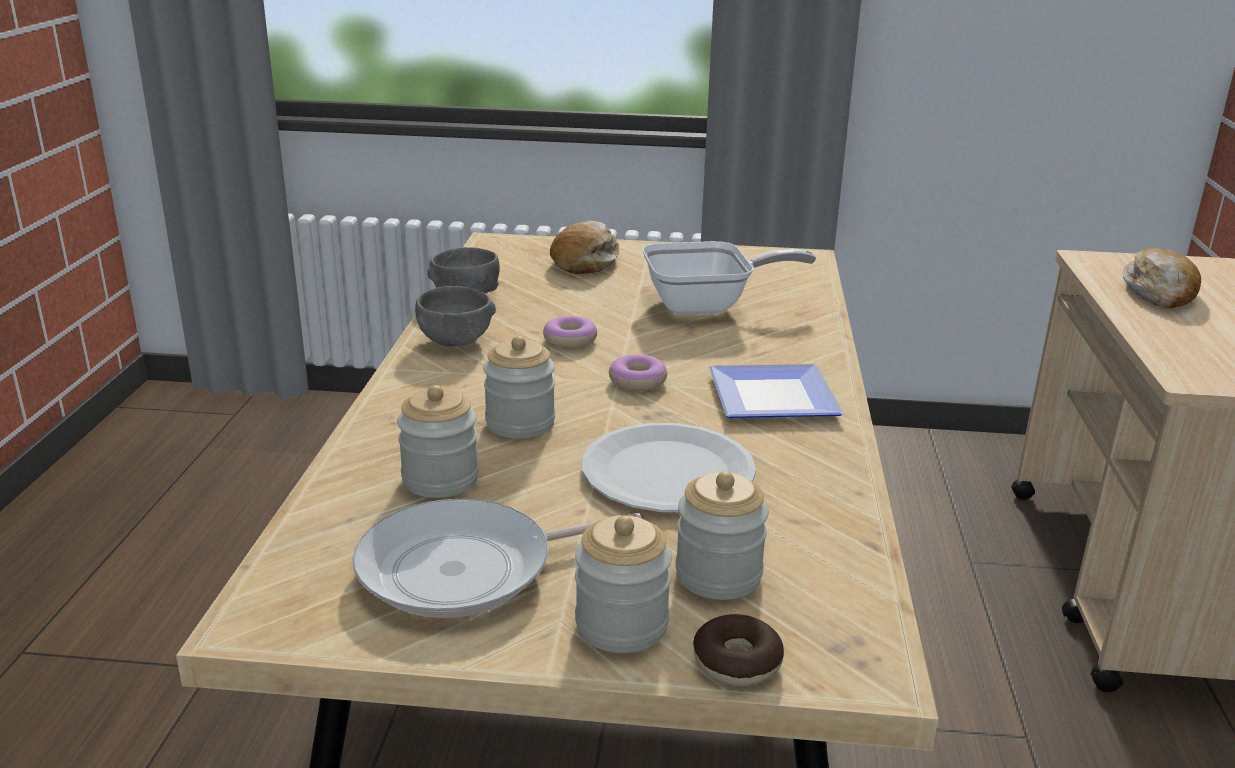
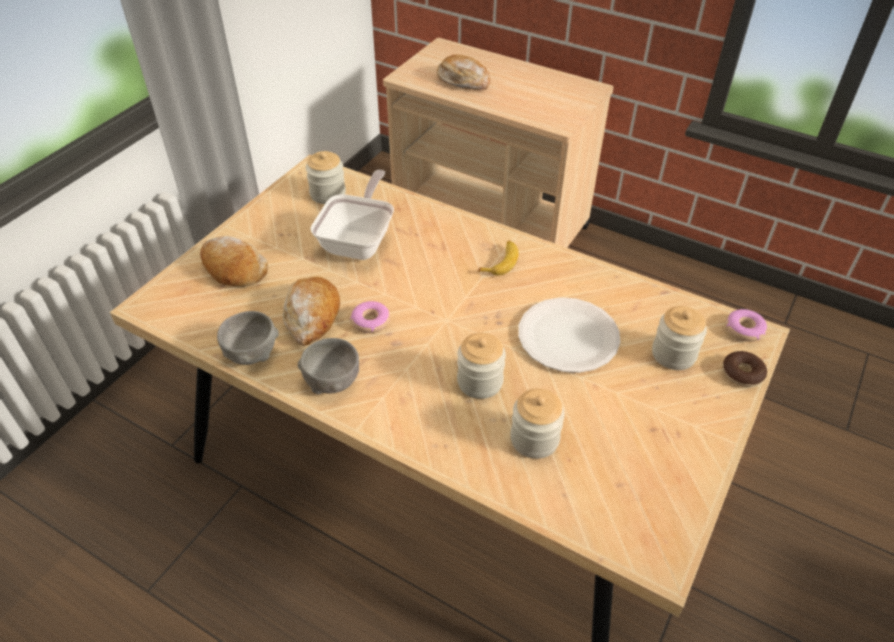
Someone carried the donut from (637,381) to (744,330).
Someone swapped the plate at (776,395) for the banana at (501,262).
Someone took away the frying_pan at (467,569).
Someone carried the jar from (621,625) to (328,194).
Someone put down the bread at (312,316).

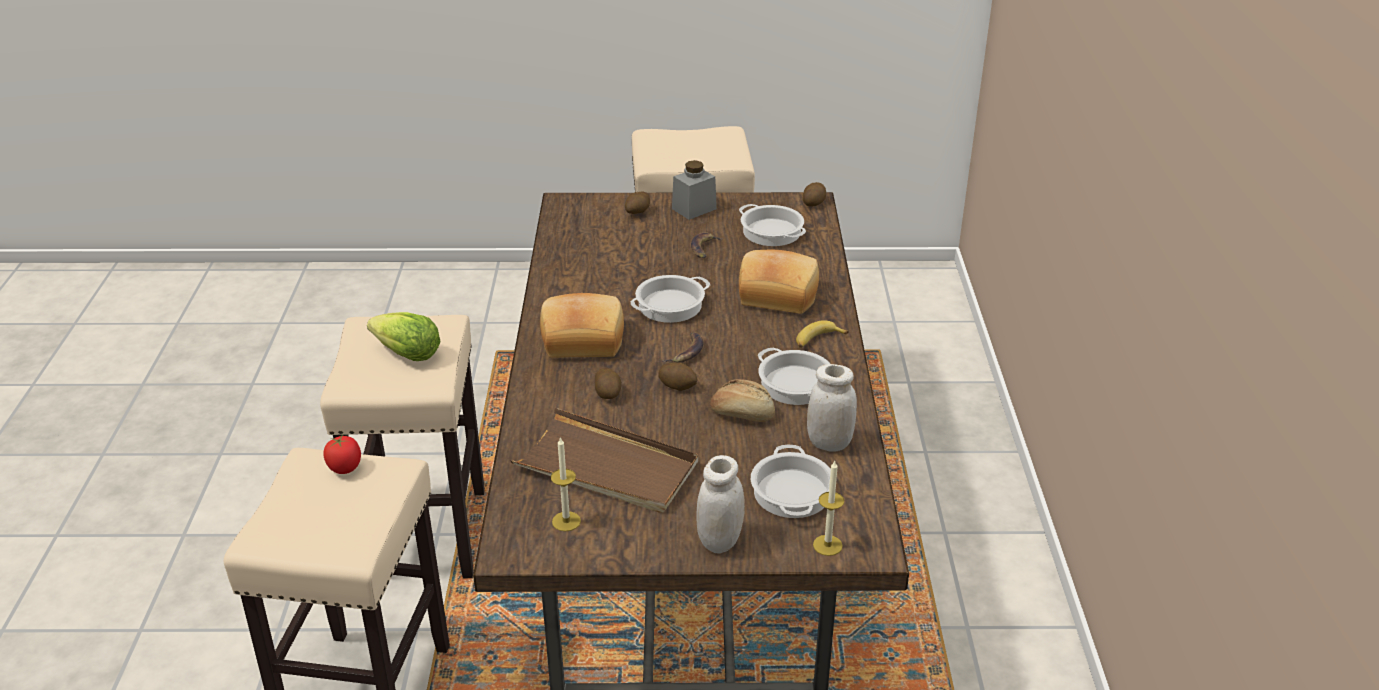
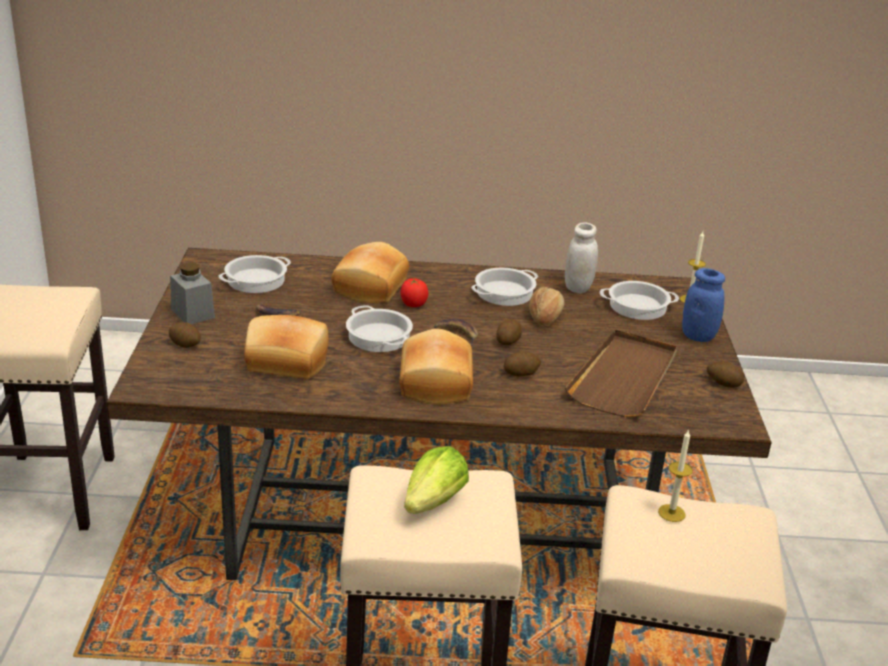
Someone carried the potato from (813,202) to (723,383).
Someone took away the banana at (817,340).
Someone carried the tomato from (345,468) to (413,305).
Someone carried the candle from (566,521) to (671,513).
Someone repainted the white_jar at (720,541), which became the blue_jar at (698,336).
Someone put down the bread at (286,362).

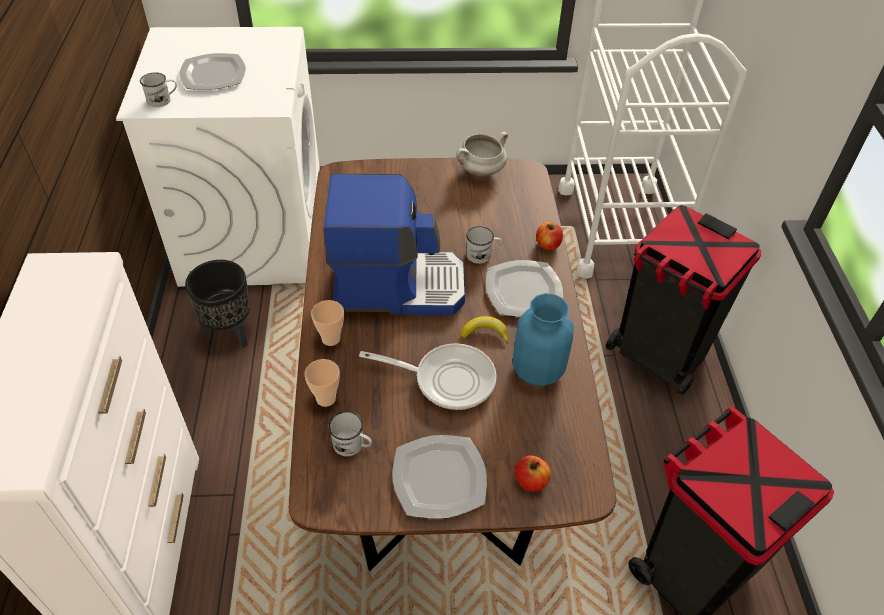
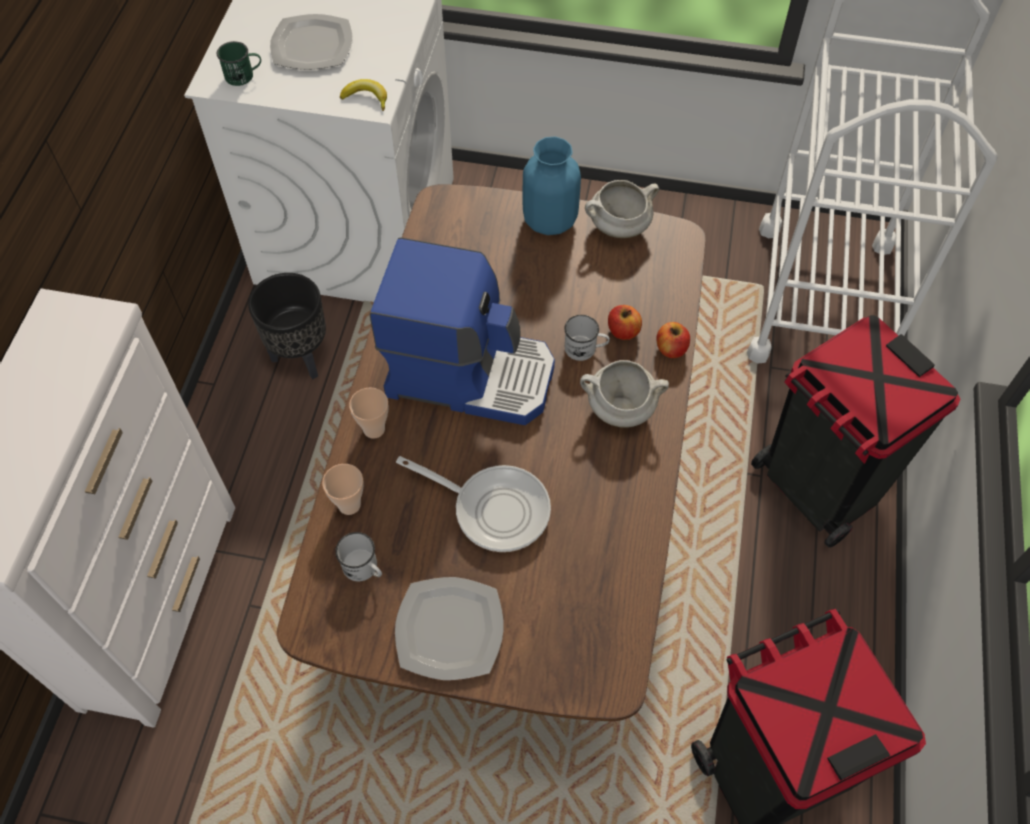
Someone repainted the white_mug at (163,100), which became the green_mug at (244,76).
Someone swapped the plate at (523,291) for the white_cooking_pot at (619,409).
Someone carried the blue_vase from (538,369) to (550,220).
Someone carried the banana from (485,333) to (366,98).
Someone carried the apple from (530,481) to (623,331).

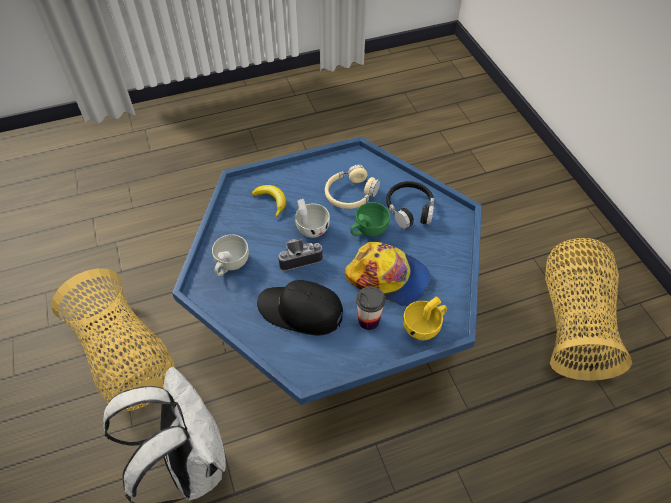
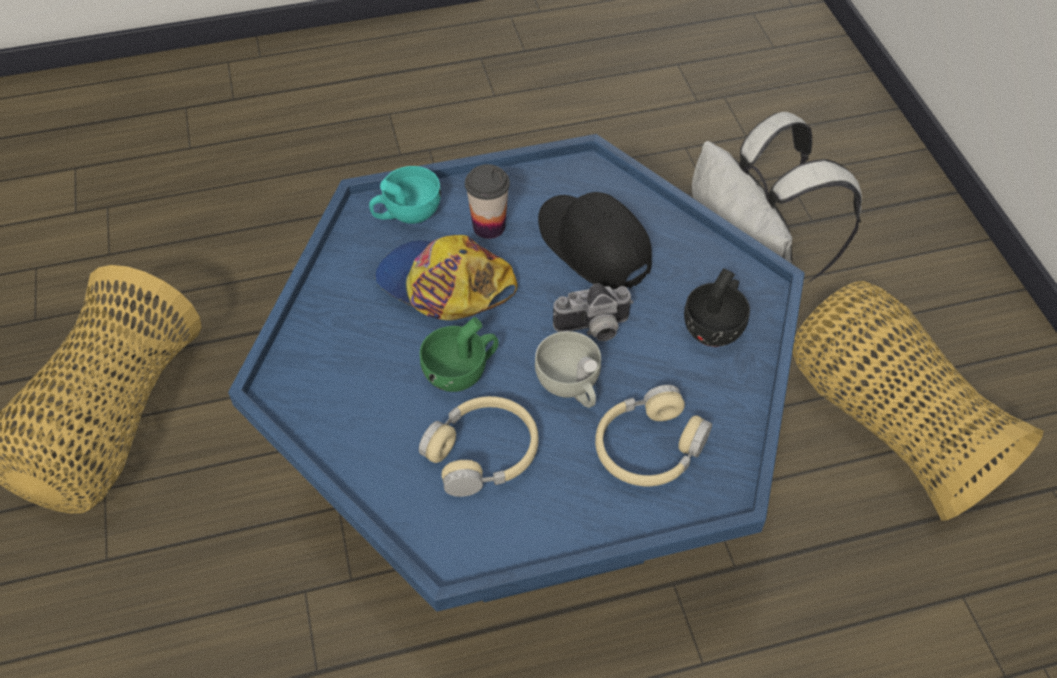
Someone took away the black_headphones at (410,209).
Someone swapped the banana at (271,202) for the beige_headphones at (649,447).
Someone repainted the white_cup at (230,264), which became the black_cup at (716,325).
Someone rotated the black_cap at (300,311) by 150 degrees counterclockwise.
Someone repainted the yellow_cup at (424,326), which became the turquoise_cup at (406,213).

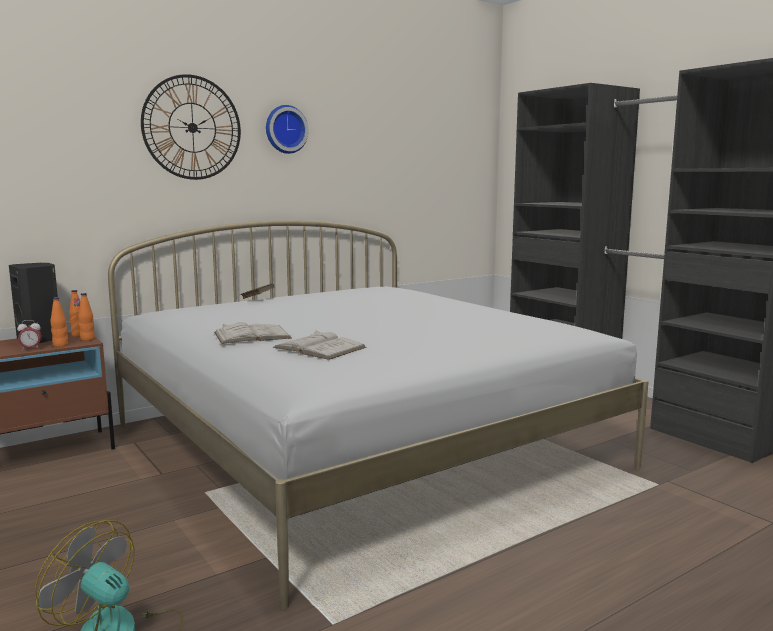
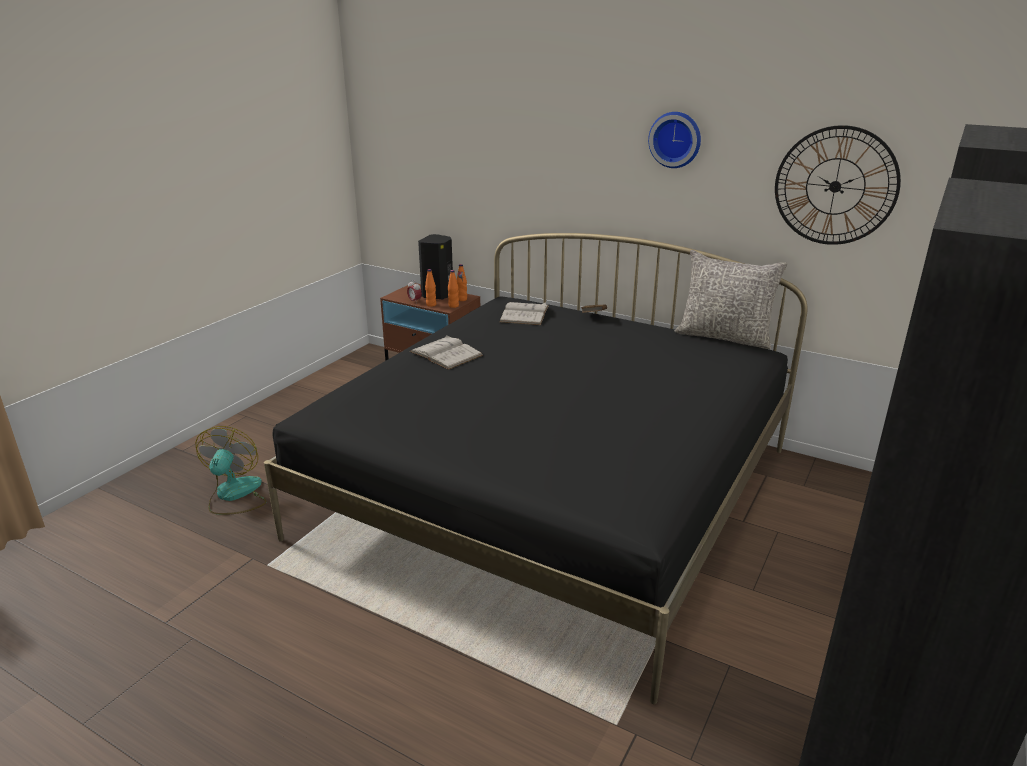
Someone carried the wall_clock from (192,127) to (835,186).
Someone repainted the white_bed at (360,445), which became the black_bed at (552,491).
Someone carried the white_book from (319,347) to (524,314).
Someone put down the grey_pillow at (724,337).

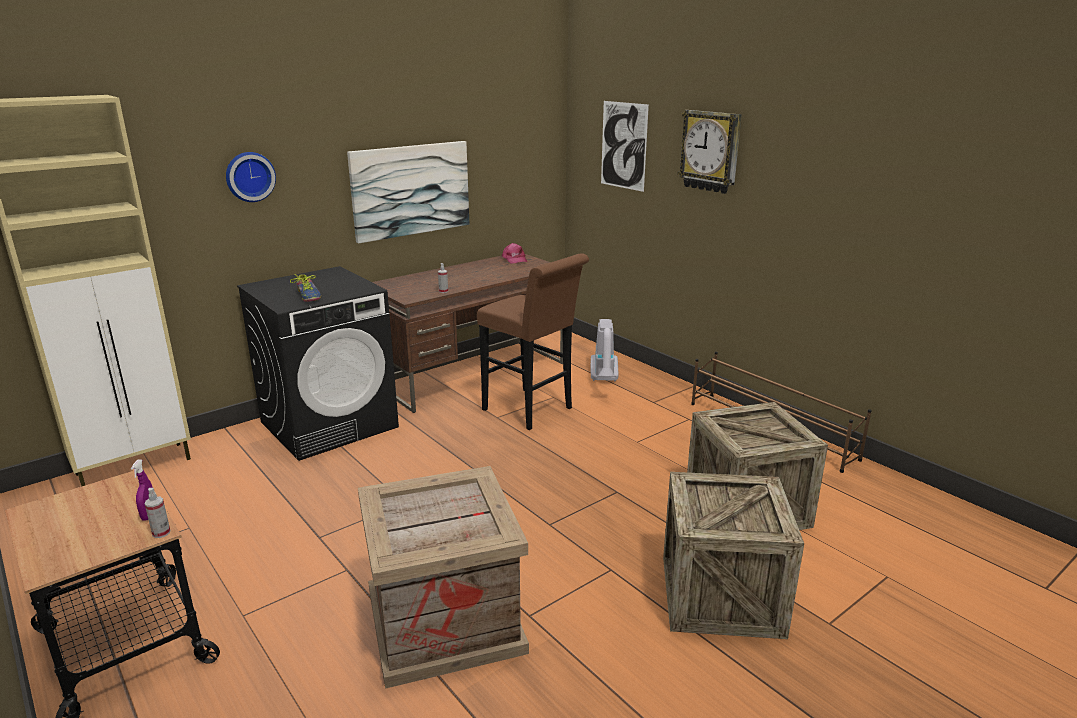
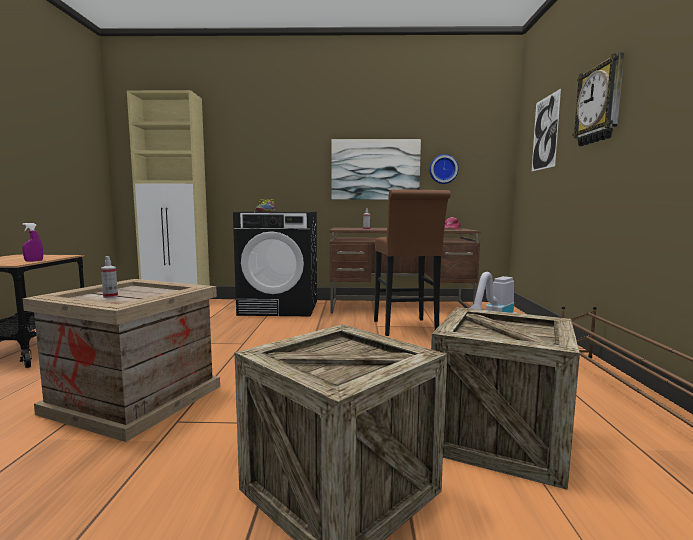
Someone carried the wall_clock from (249,176) to (443,169).
Someone carried the spray_bottle from (161,533) to (110,296).

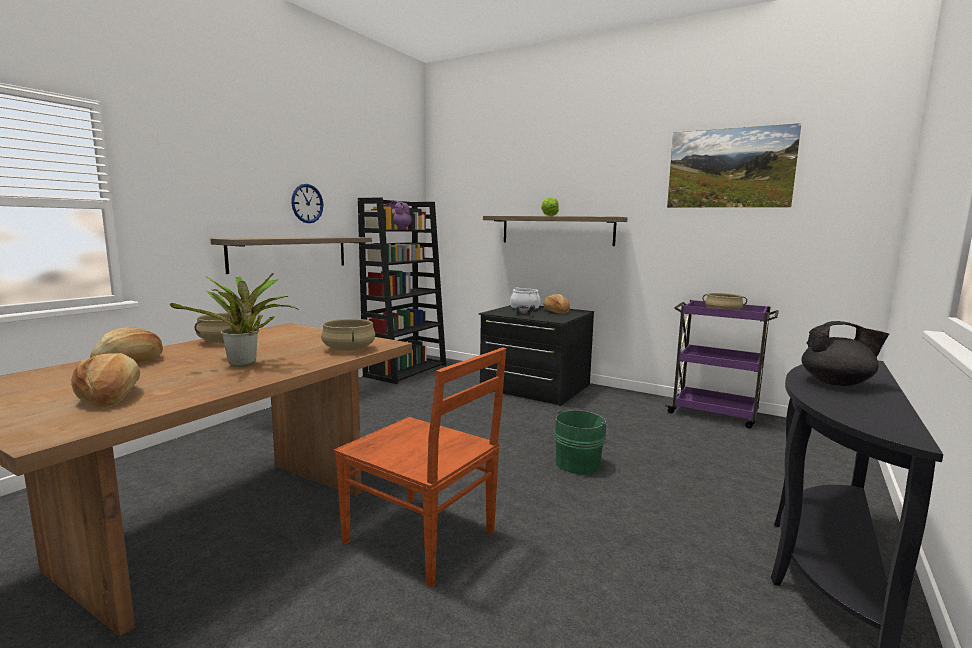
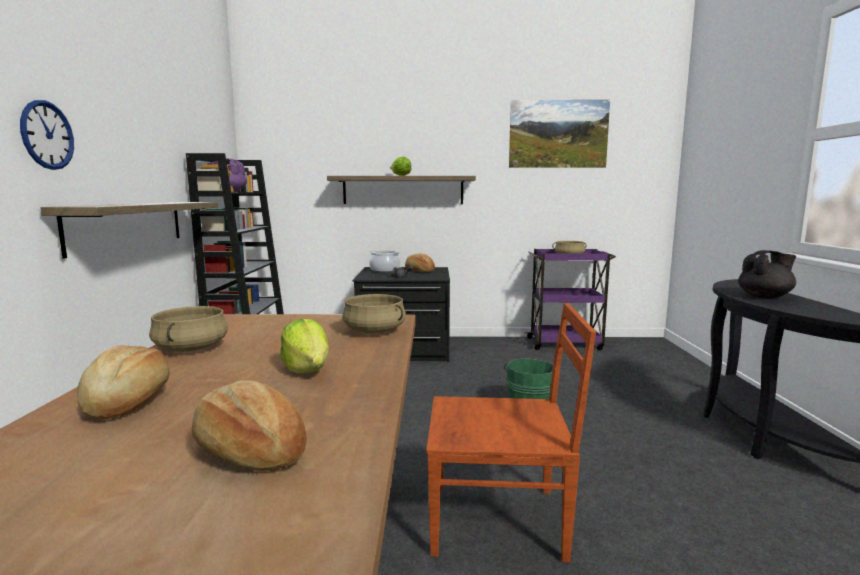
Someone carried the wall_clock from (307,203) to (47,135).
Someone swapped the potted_plant at (245,364) for the lettuce at (307,369).

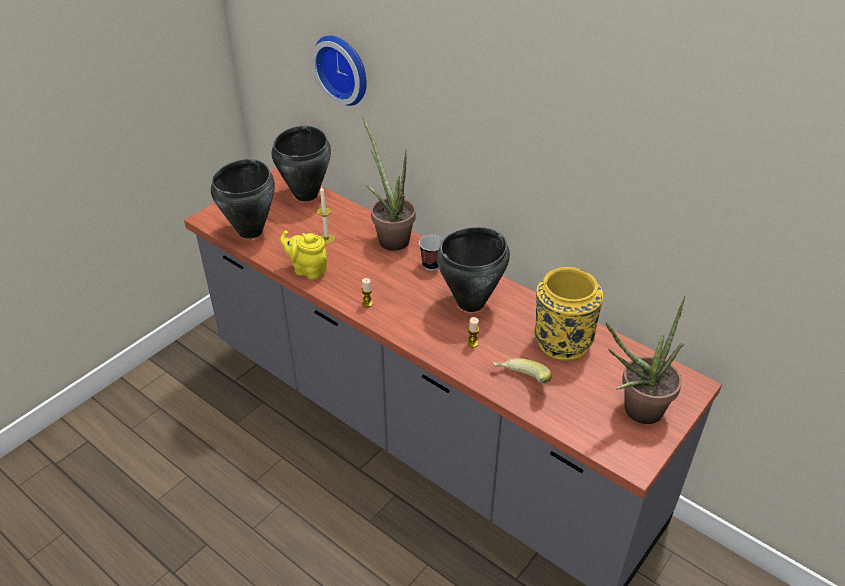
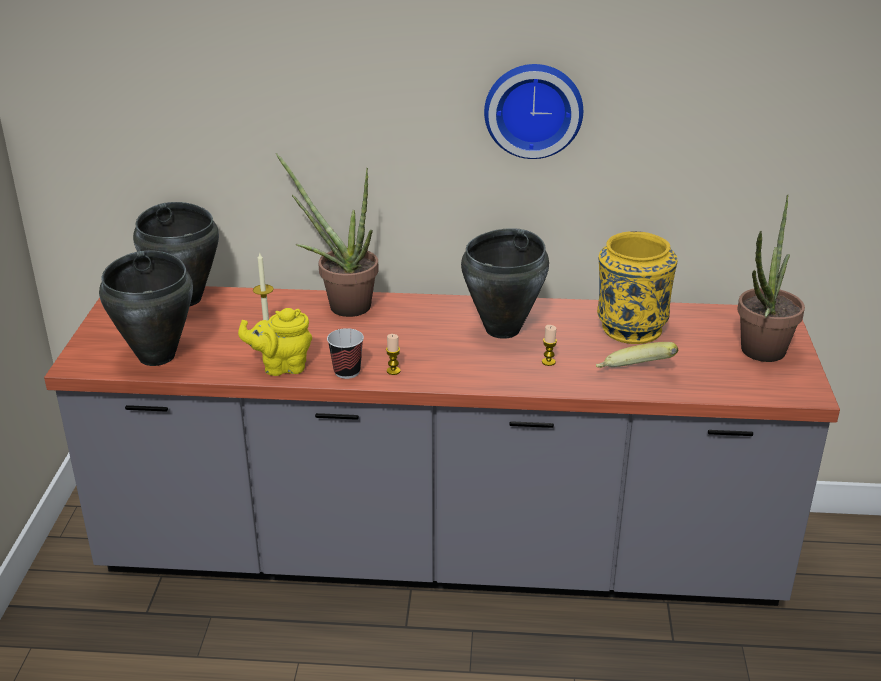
Someone carried the wall_clock from (344,68) to (533,109).
Someone carried the cup from (431,264) to (347,372).

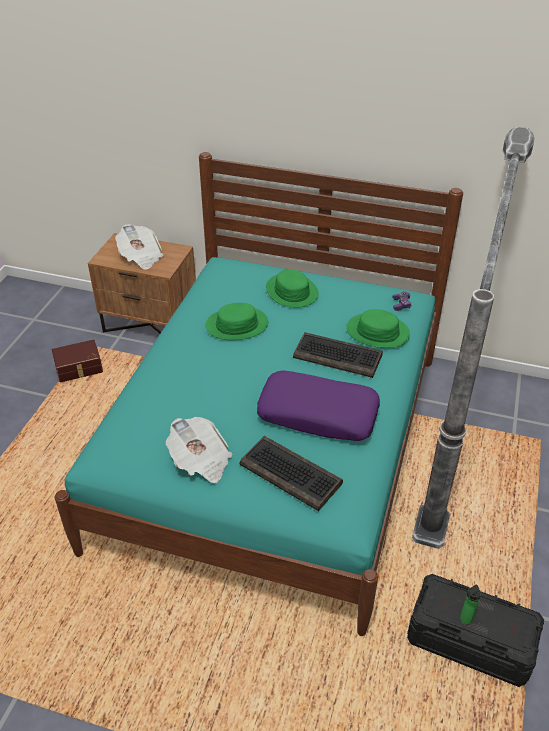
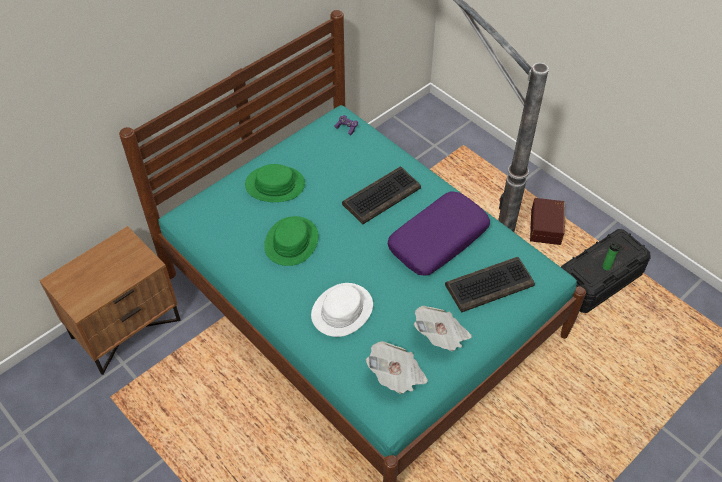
Someone carried the newspaper from (141,257) to (397,376).
Someone took away the green_hat at (377,332).
Someone carried the brown_storage_box from (79,369) to (546,227).
Someone put down the white_hat at (342,310).

